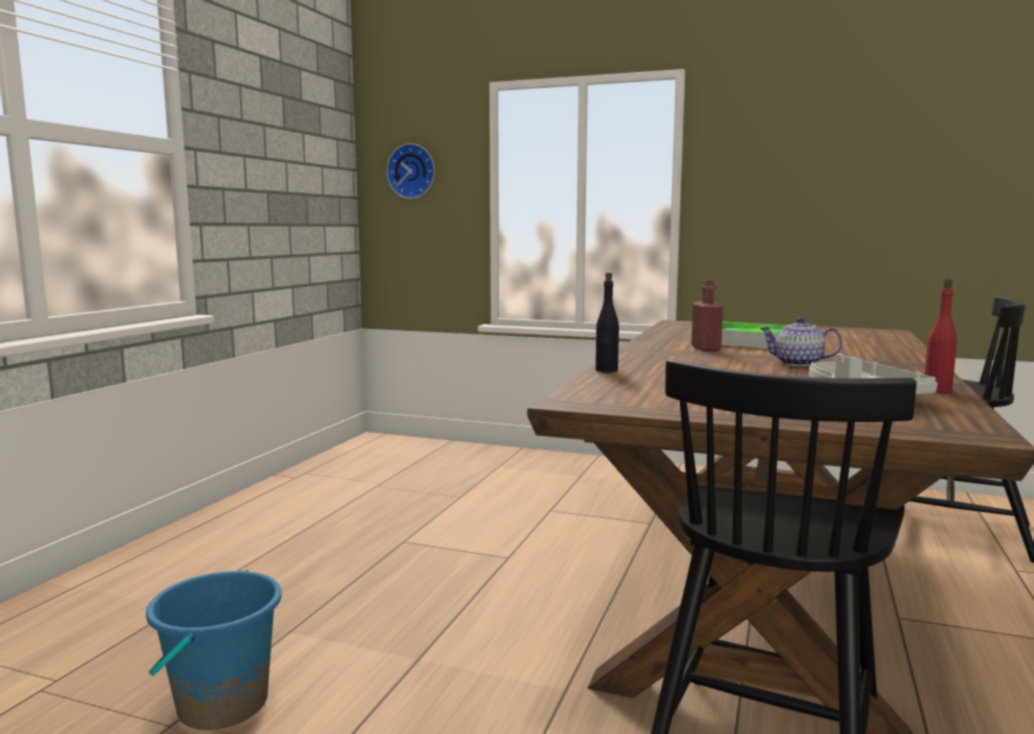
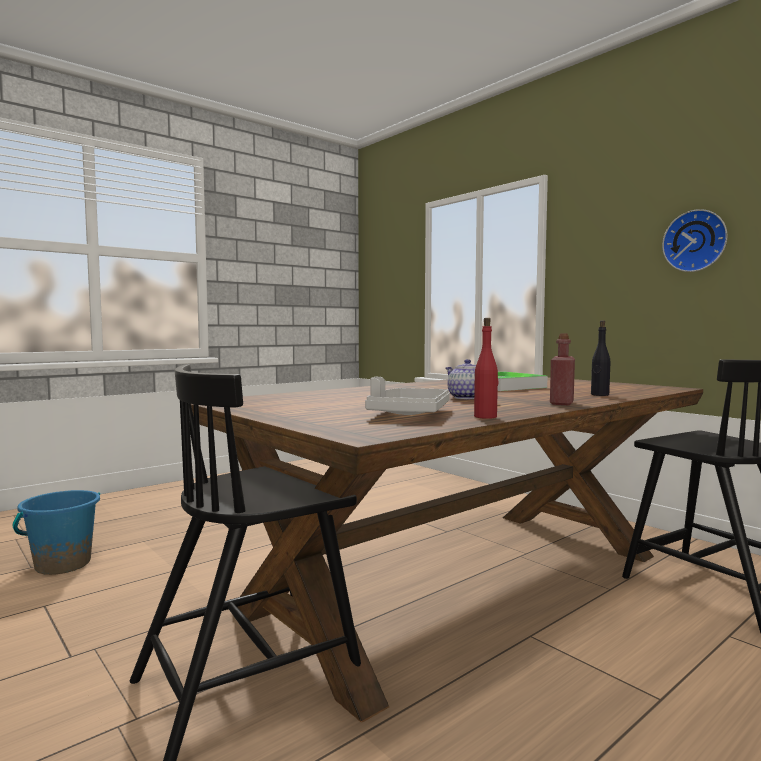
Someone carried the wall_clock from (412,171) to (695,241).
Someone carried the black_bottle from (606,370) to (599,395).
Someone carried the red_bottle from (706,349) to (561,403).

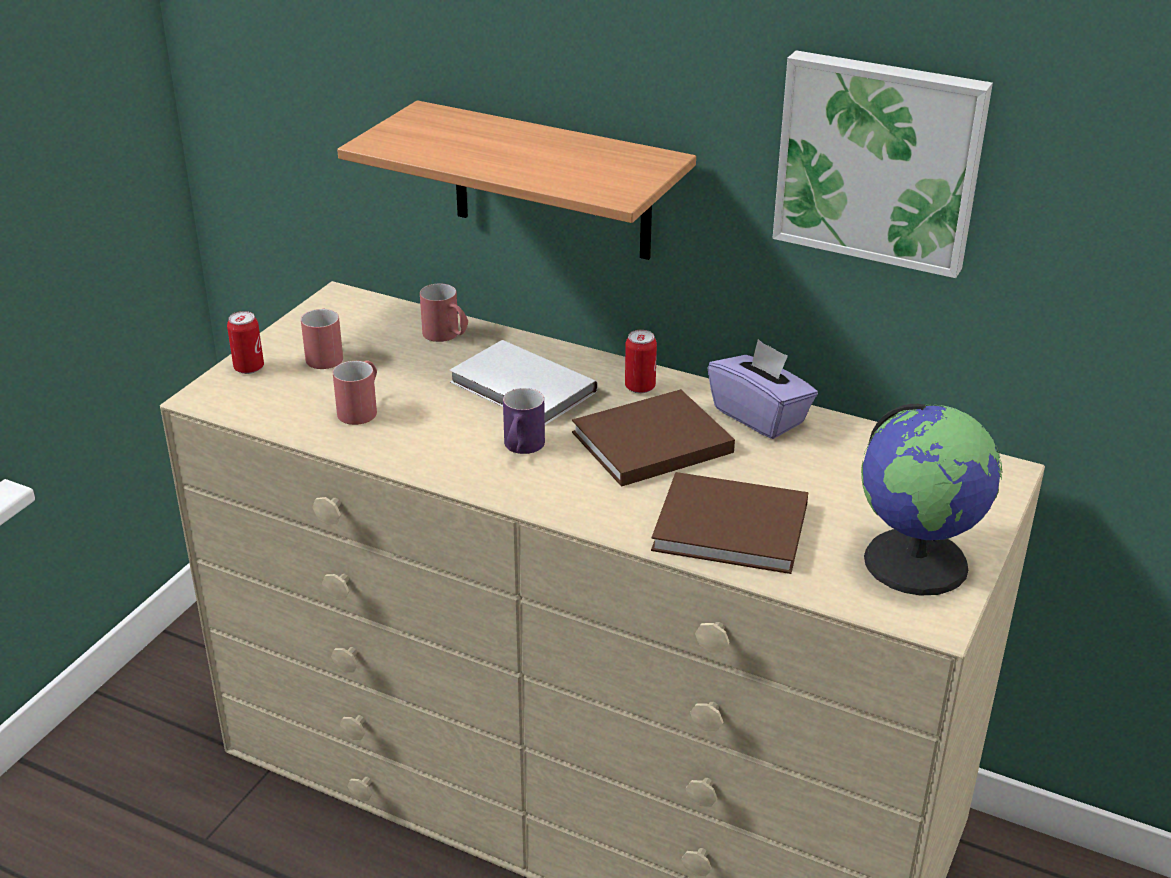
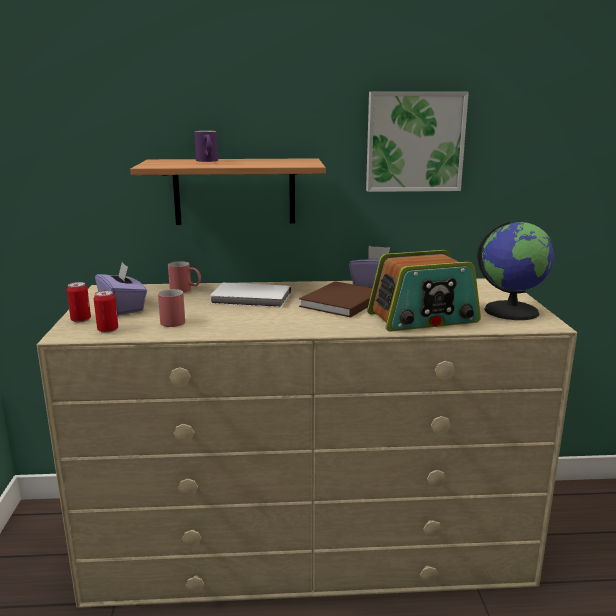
Someone swapped the red_mug at (325,354) for the purple_tissue_box at (123,307).
Someone carried the can from (640,387) to (108,330).
Someone carried the purple_mug from (521,449) to (207,161).
Someone swapped the brown_book at (735,528) for the radio at (423,318).

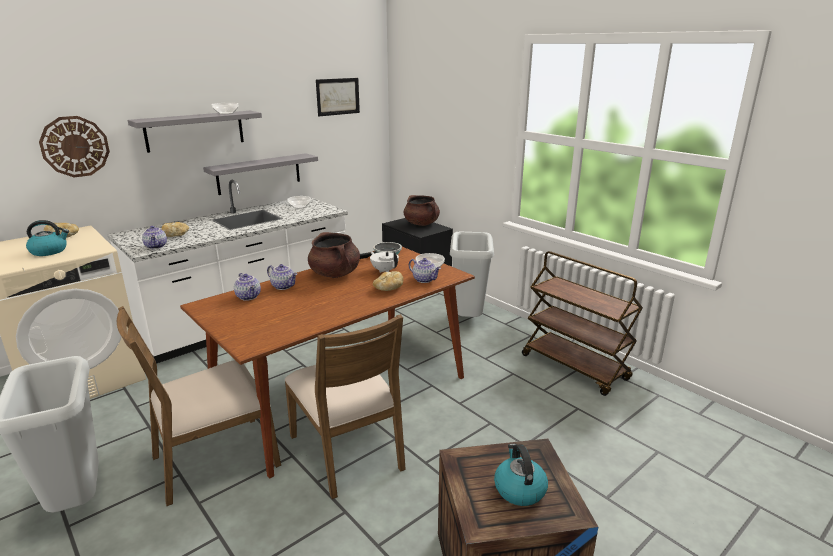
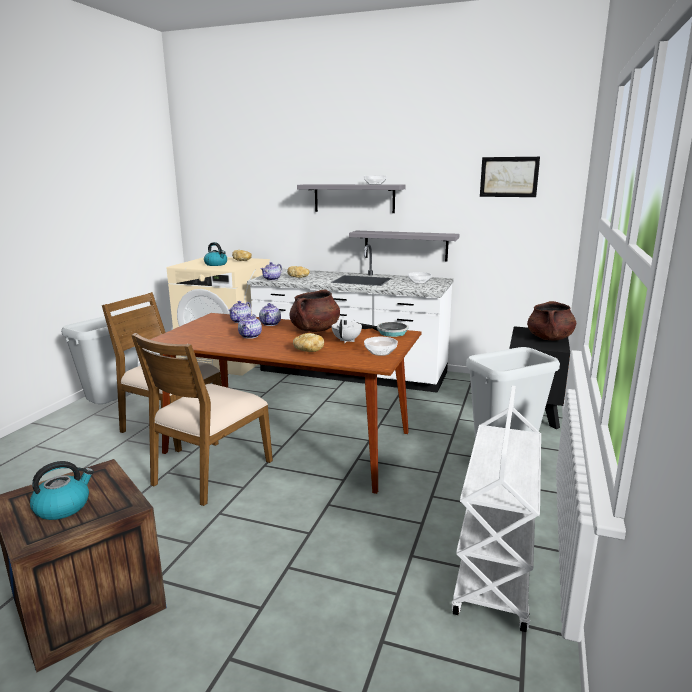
Someone took away the wall_clock at (75,146).
Someone repainted the brown_cart at (575,367), which became the white_cart at (496,570).
Someone carried the teapot from (425,280) to (250,336).

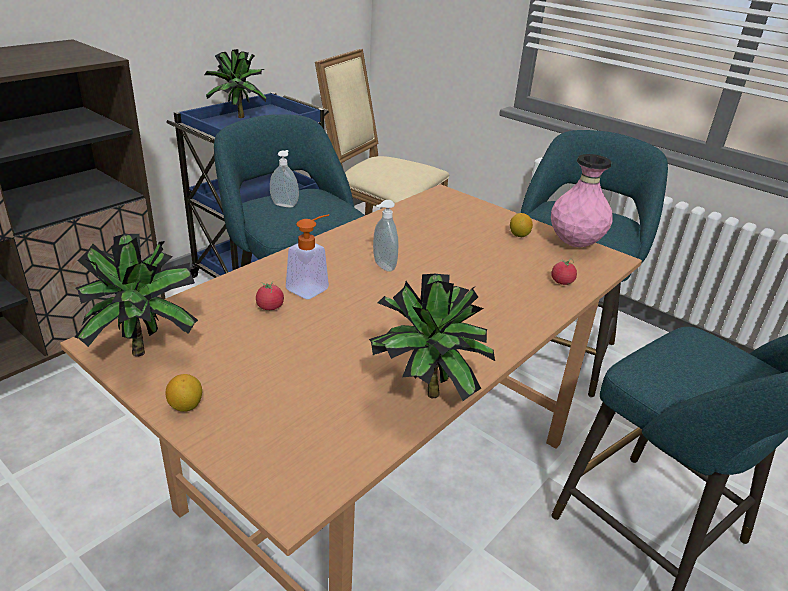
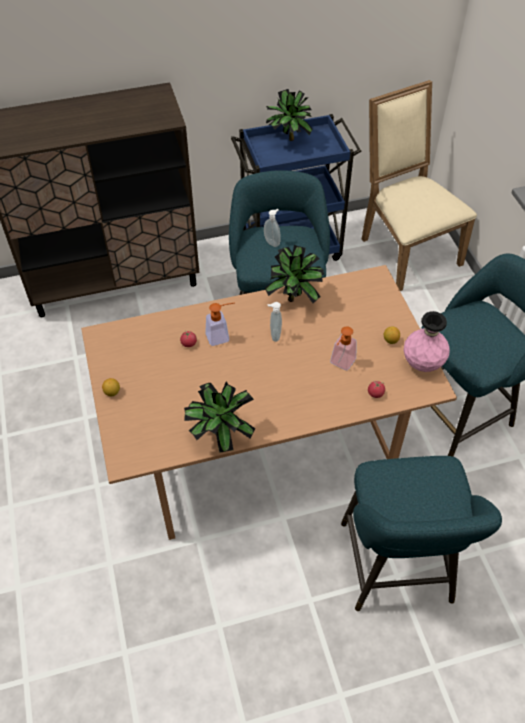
Someone carried the potted_plant from (146,349) to (295,299).
Someone put down the soap_dispenser at (340,364).

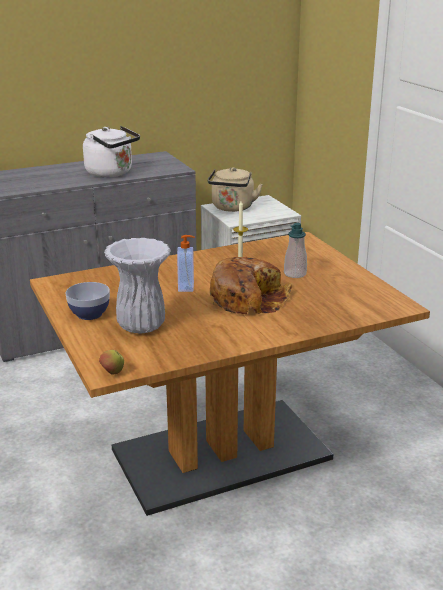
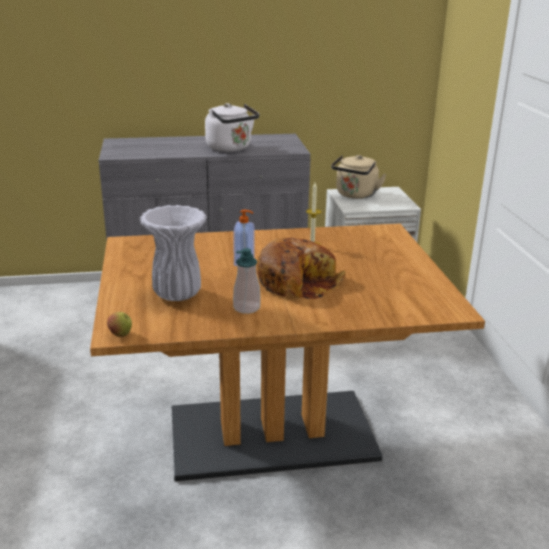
Someone carried the soap_dispenser from (295,274) to (246,308).
Someone took away the bowl at (89,314).

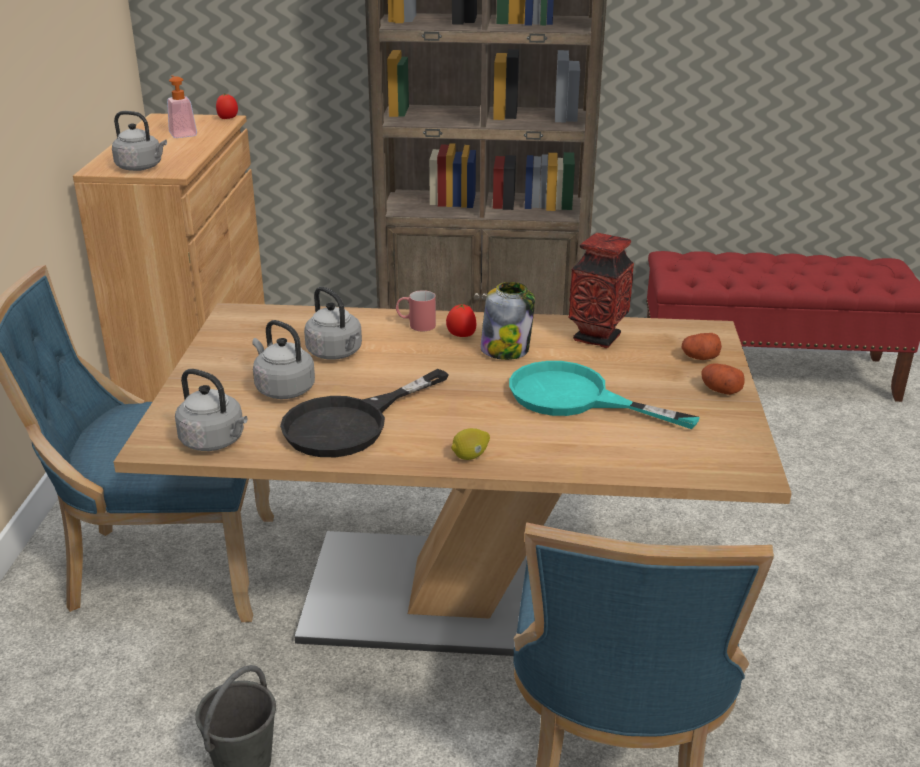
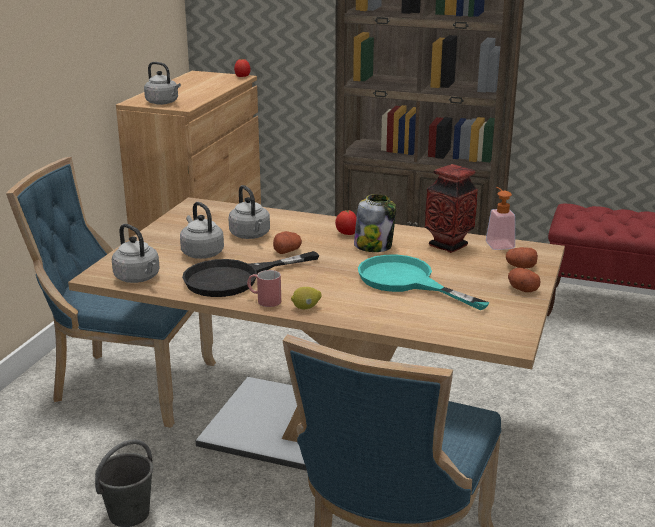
Someone carried the soap_dispenser from (182,133) to (498,243).
Someone carried the red_mug from (416,325) to (264,300).
Someone put down the potato at (287,251).

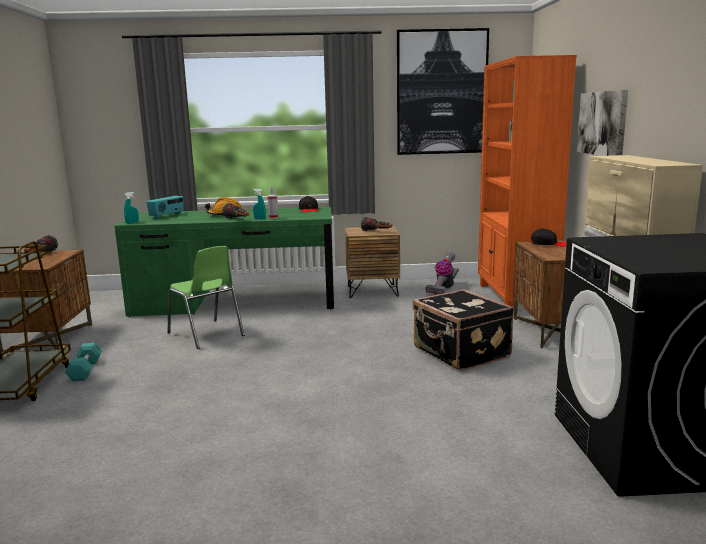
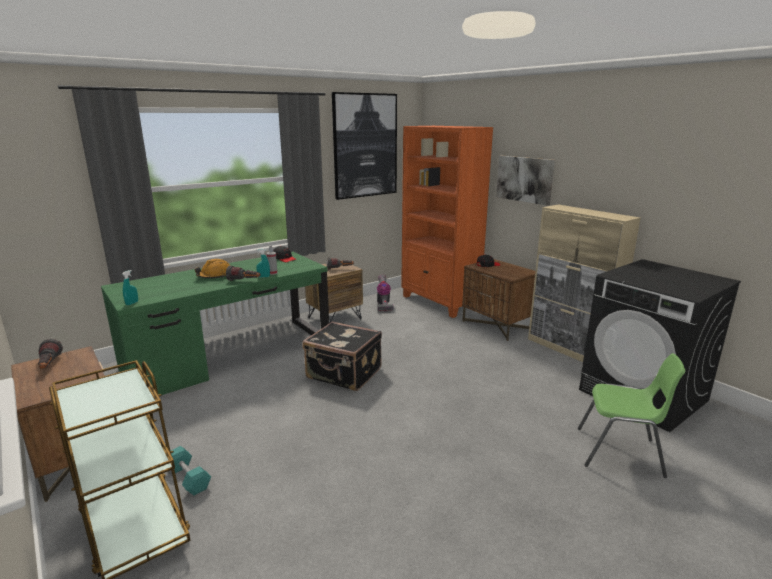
Someone took away the radio at (167,216).
Someone carried the green_chair from (206,334) to (621,453).
Someone carried the black_suitcase from (460,353) to (344,374).

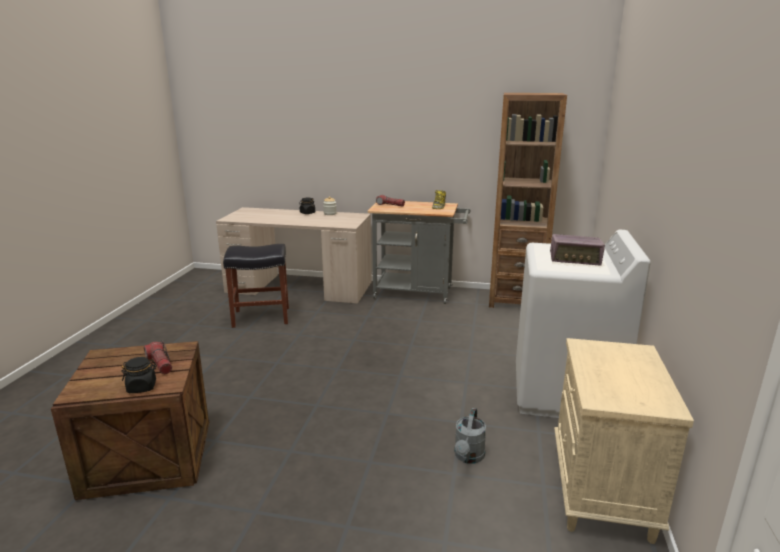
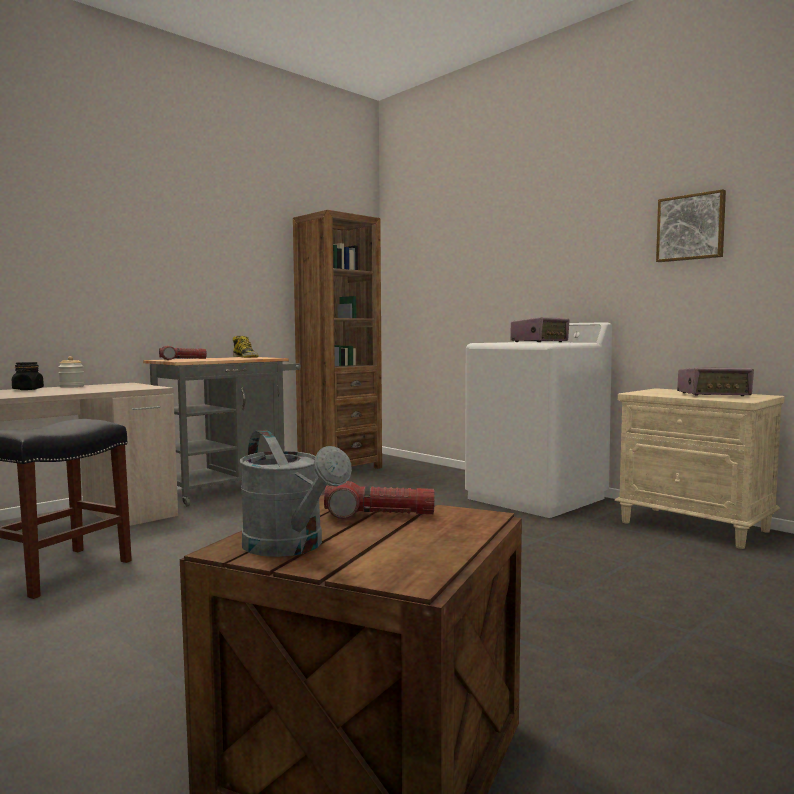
Someone took away the black_jar at (142,387).
Someone carried the grey_watering_can from (468,457) to (290,547).
Someone put up the picture at (691,227).
Someone put down the radio at (714,395).

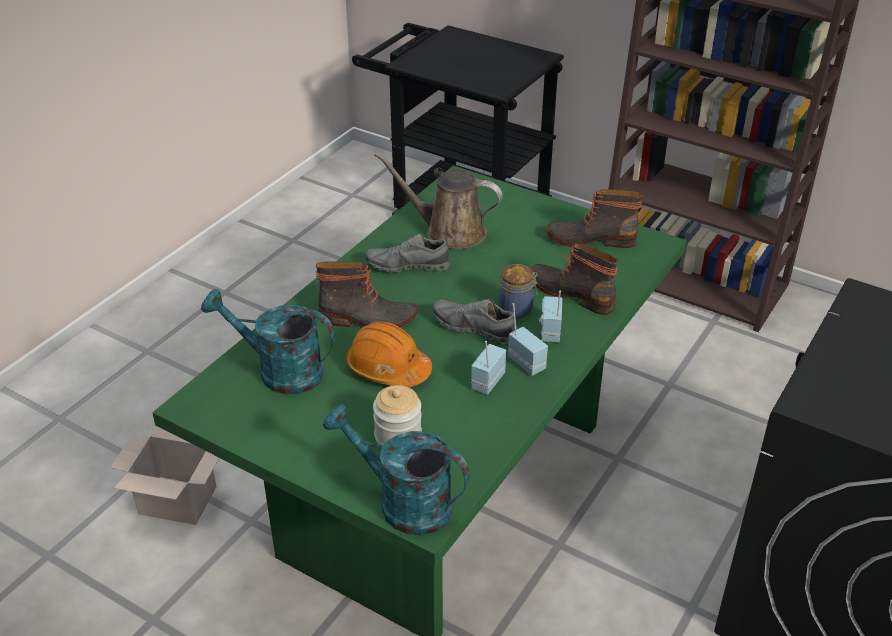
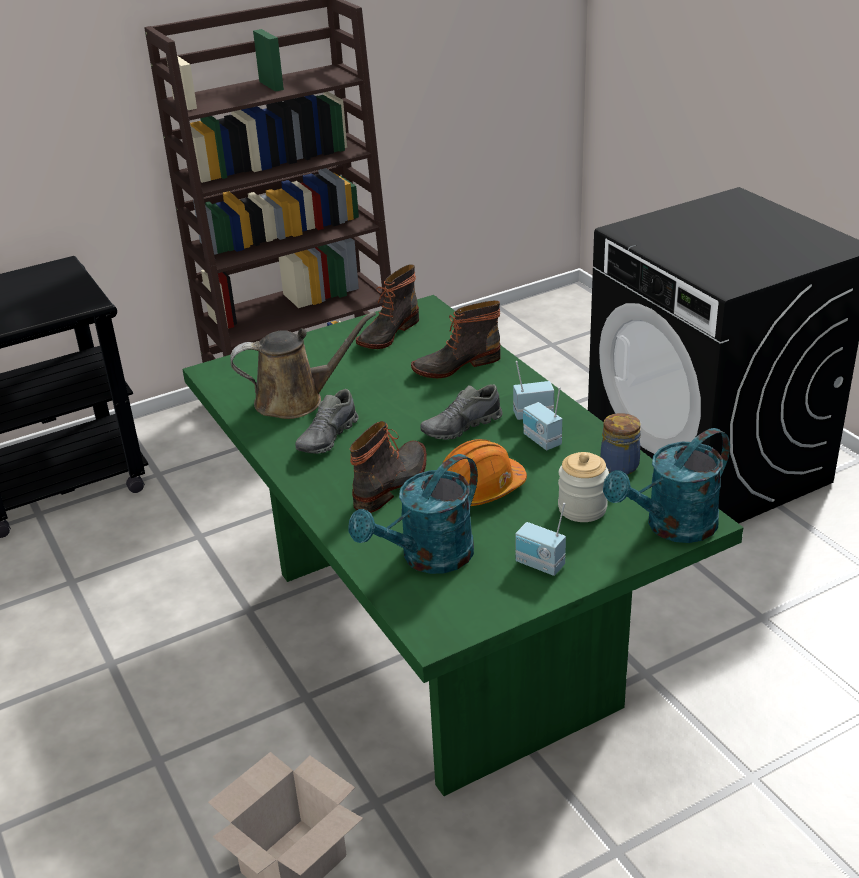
Someone rotated the brown_watering_can at (449,231) by 150 degrees counterclockwise.
Someone carried the jar from (517,309) to (620,464).
Someone carried the radio from (549,331) to (539,565).

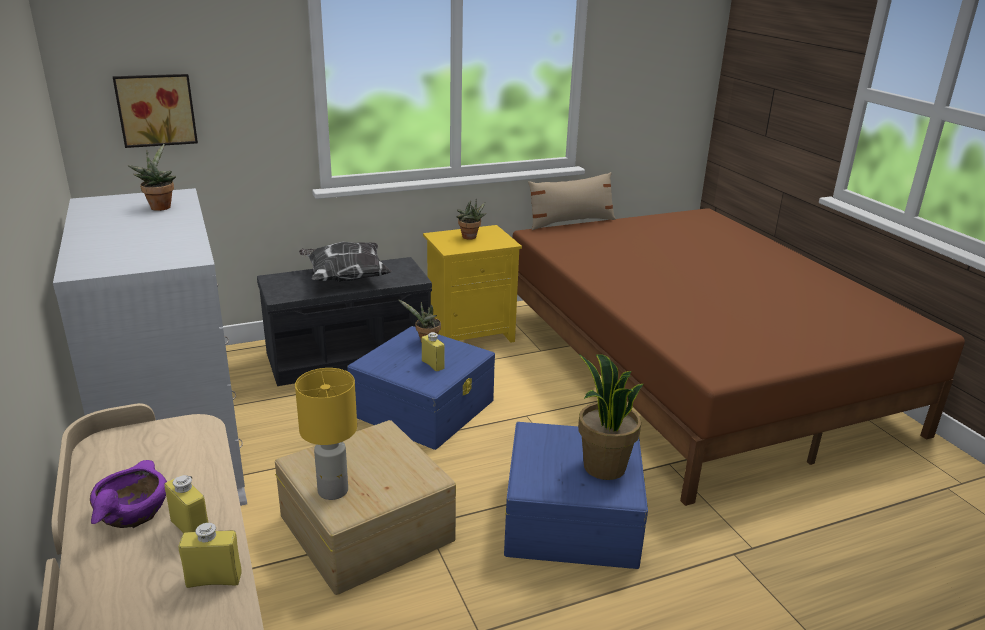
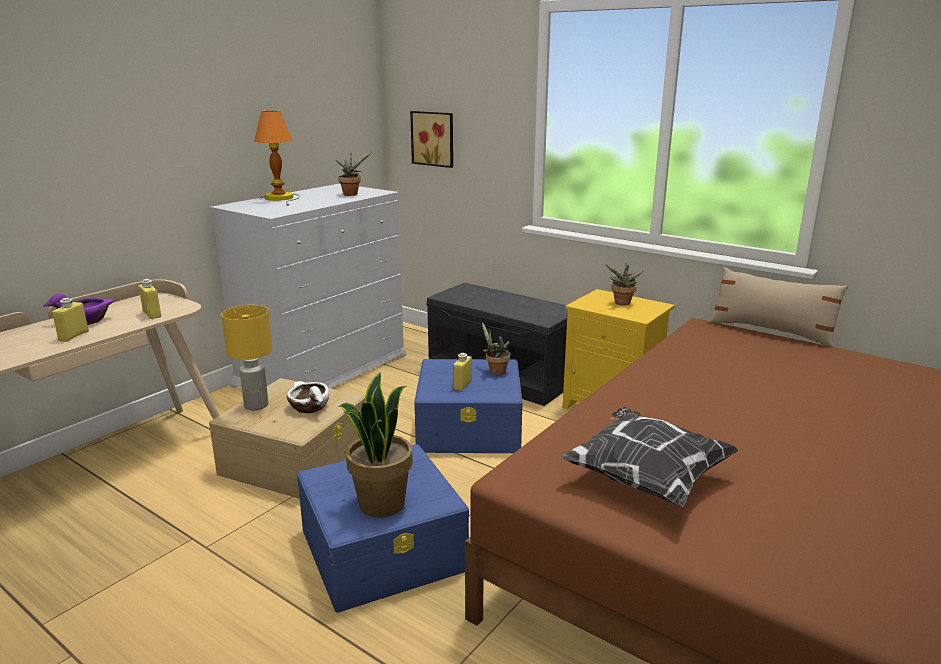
Someone carried the pillow from (345,278) to (645,478).
Someone carried the yellow_bottle from (214,580) to (152,314).
Someone put down the table_lamp at (281,198).
Someone put down the white_bowl at (309,407).

